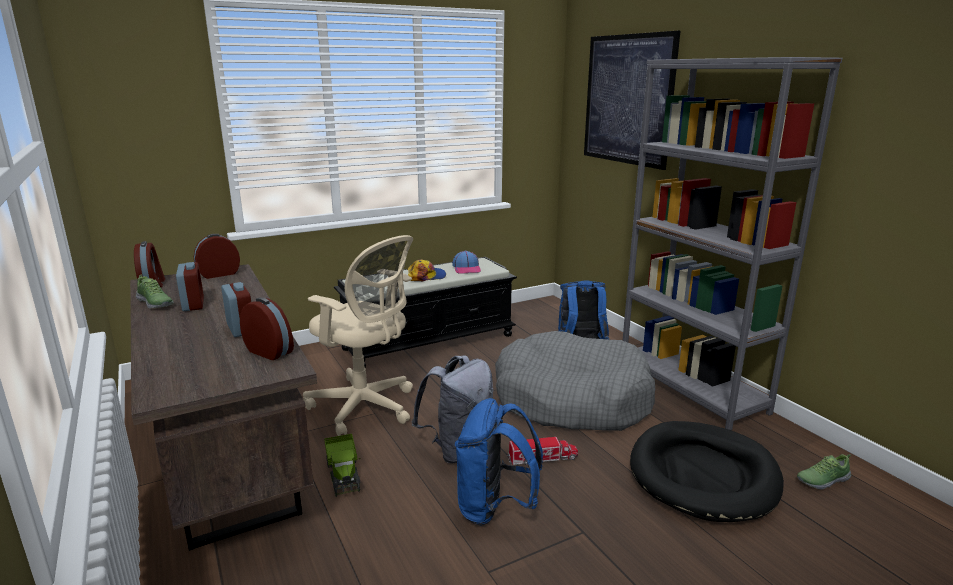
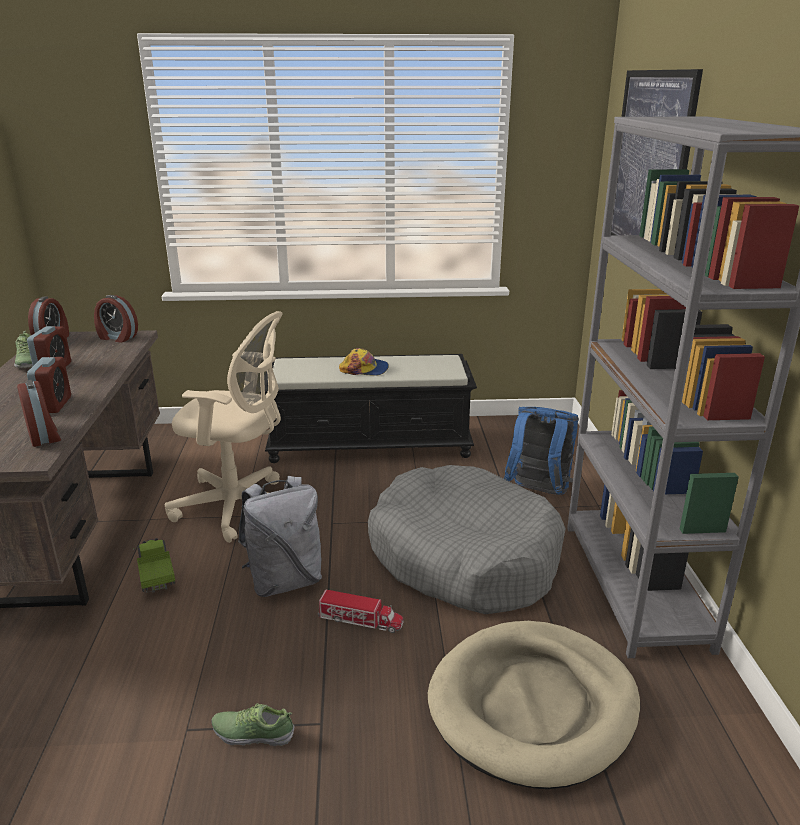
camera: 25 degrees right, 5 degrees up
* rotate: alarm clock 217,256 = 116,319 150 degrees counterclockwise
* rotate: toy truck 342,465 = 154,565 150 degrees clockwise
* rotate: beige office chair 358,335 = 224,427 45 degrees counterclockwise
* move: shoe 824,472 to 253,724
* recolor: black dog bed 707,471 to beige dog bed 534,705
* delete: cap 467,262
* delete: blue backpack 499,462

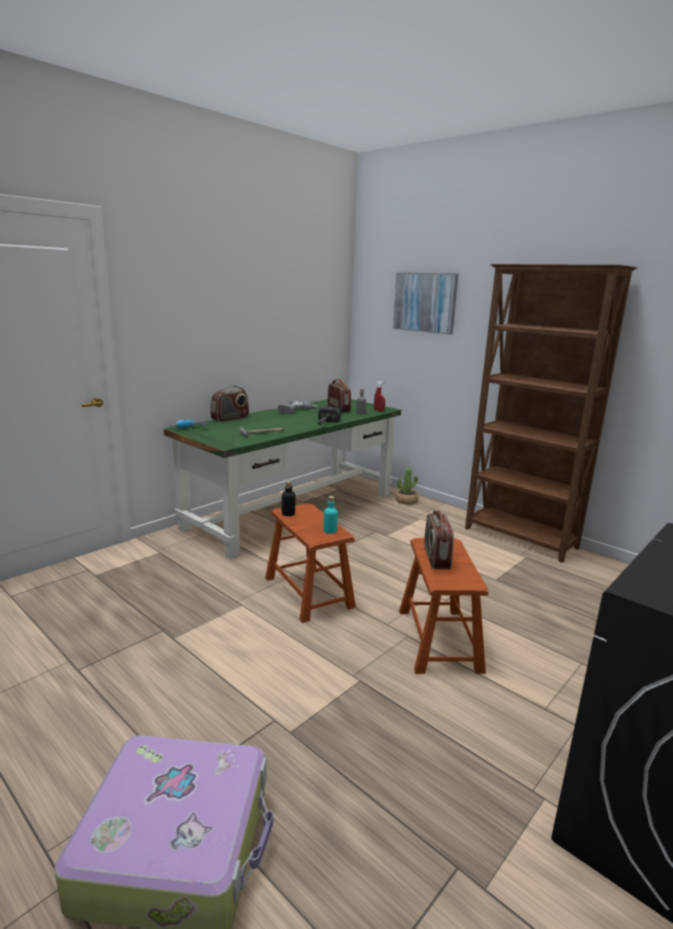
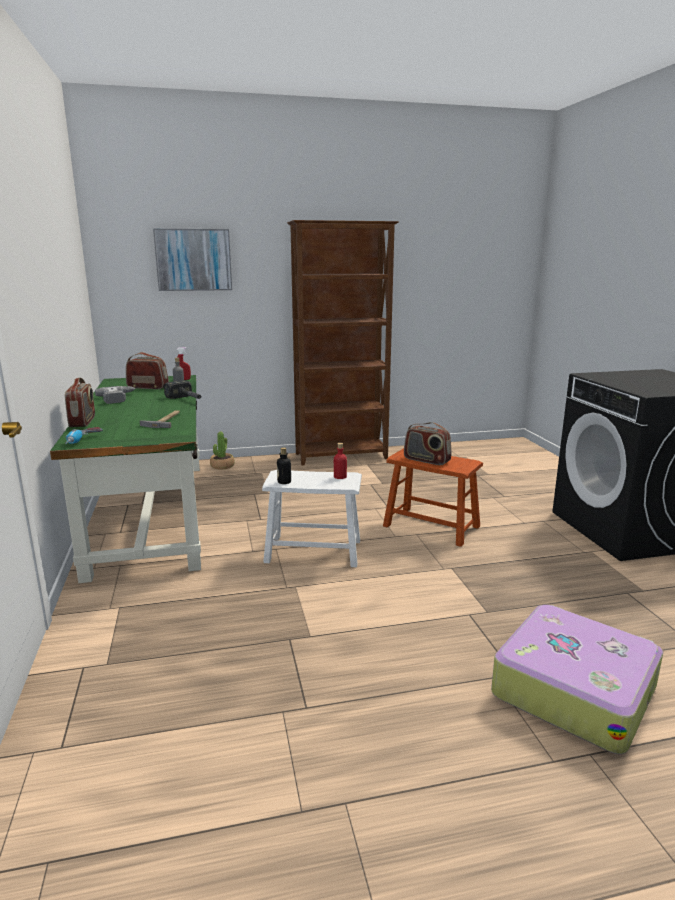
camera: 55 degrees left, 0 degrees up
* recolor: brown stool 310,563 to white stool 312,518
* recolor: turquoise bottle 330,515 to red bottle 340,461

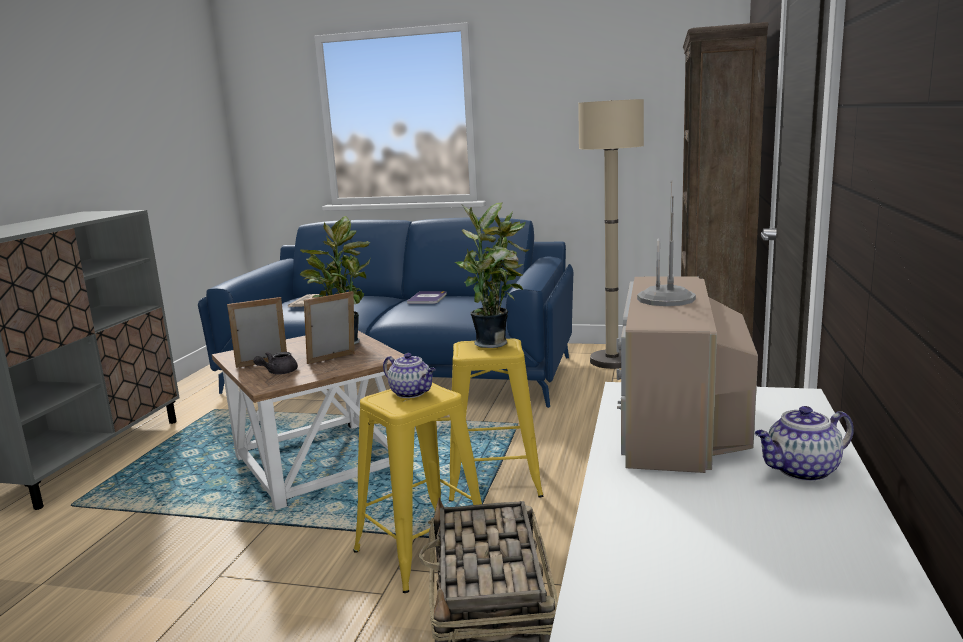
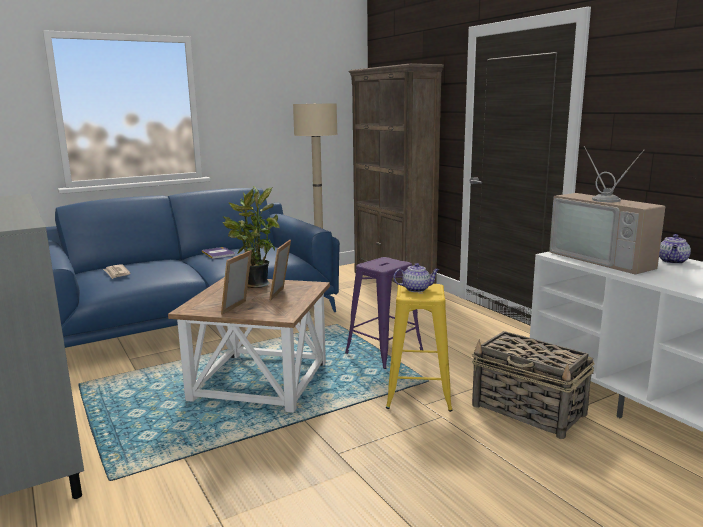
camera: 45 degrees left, 0 degrees up
* recolor: yellow stool 496,420 to purple stool 384,313
* delete: grey teapot 275,363
* delete: potted plant 492,275

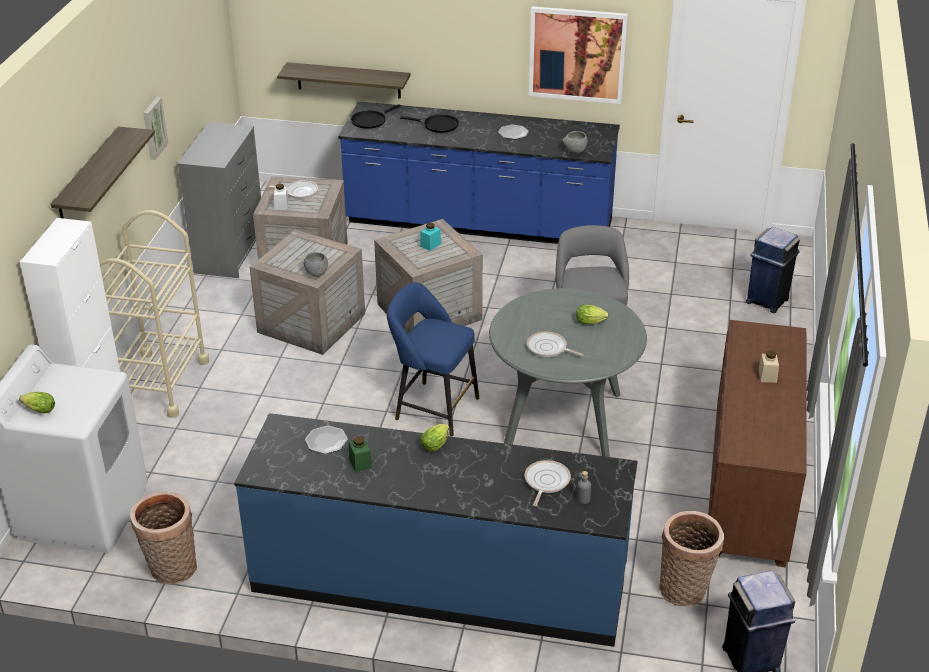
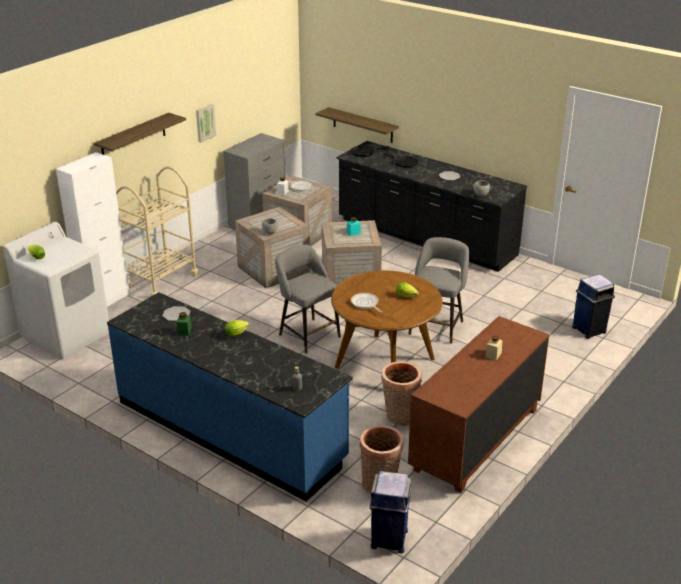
camera: 25 degrees right, 5 degrees down
* recolor: blue stool 433,359 to grey stool 308,299
* recolor: grey dining table 568,372 to brown dining table 387,319
* recolor: blue counter 479,172 to black counter 432,206
* move: basket 163,537 to 401,393
* delete: frying pan 548,483
* delete: picture 578,55

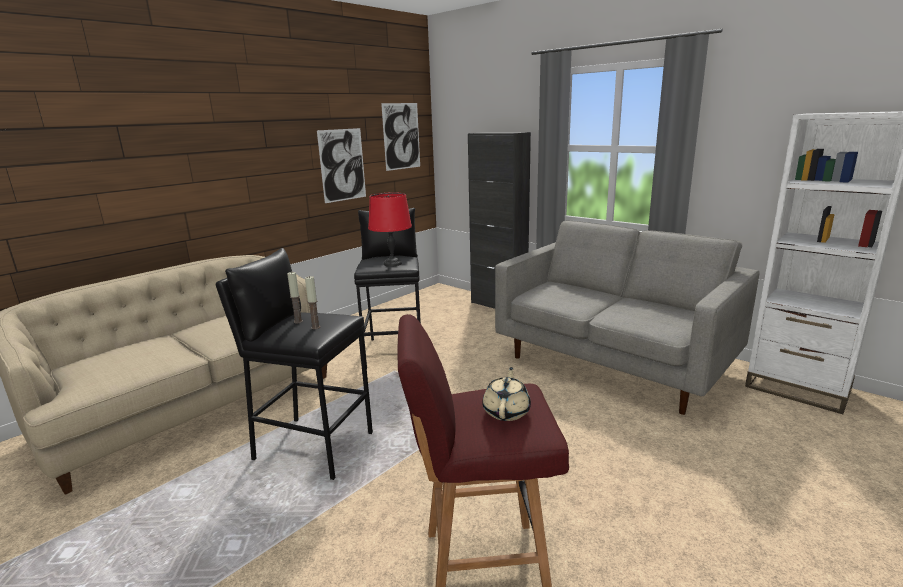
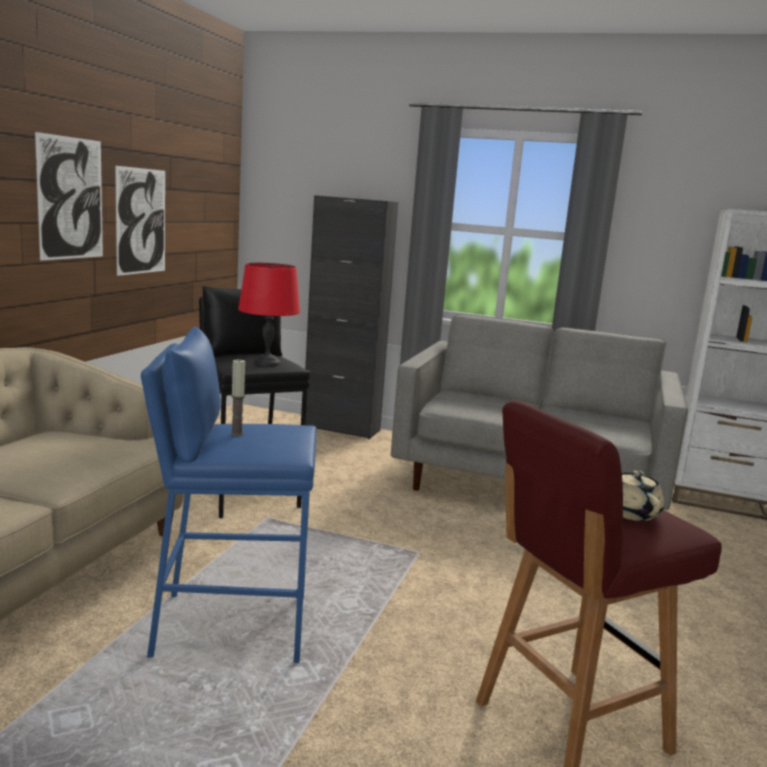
camera: 25 degrees left, 5 degrees down
* move: picture 400,137 to 69,196
* recolor: black stool 294,364 to blue stool 229,495
* delete: candle 312,302

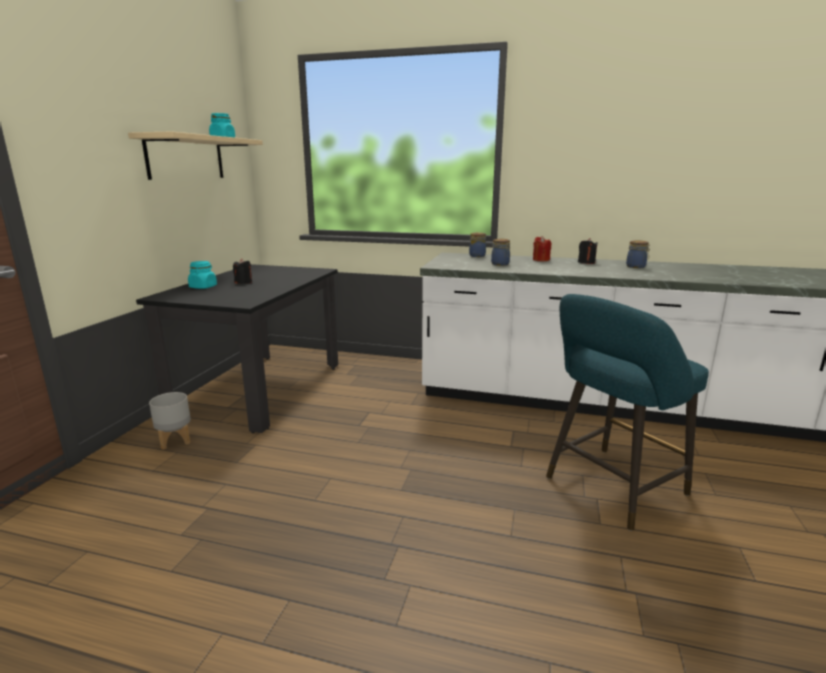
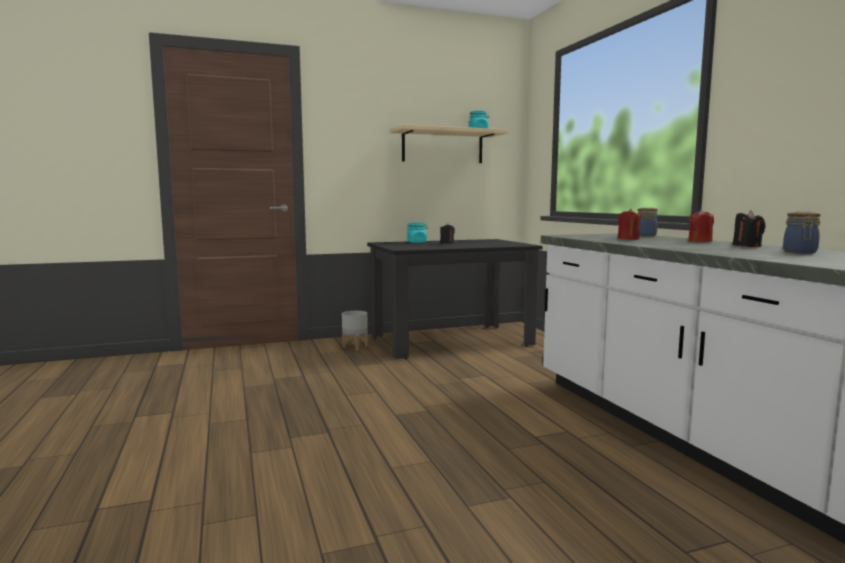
camera: 55 degrees right, 10 degrees down
* replace: jar 500,252 to red candle 629,224
* delete: turquoise stool 627,412

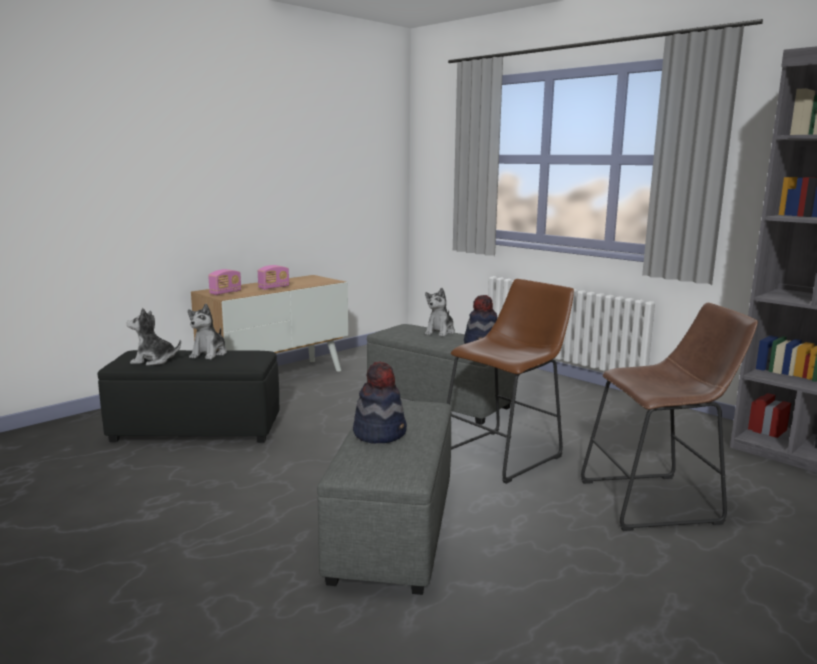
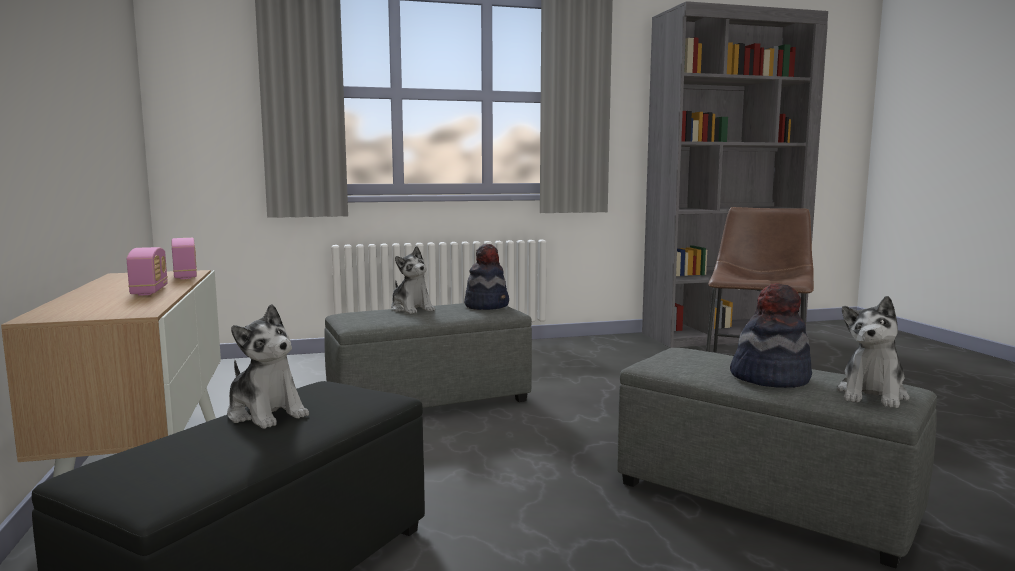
camera: 60 degrees left, 5 degrees down
* move: radio 224,282 to 184,258
* move: plush toy 154,337 to 873,352
* delete: brown stool 510,381

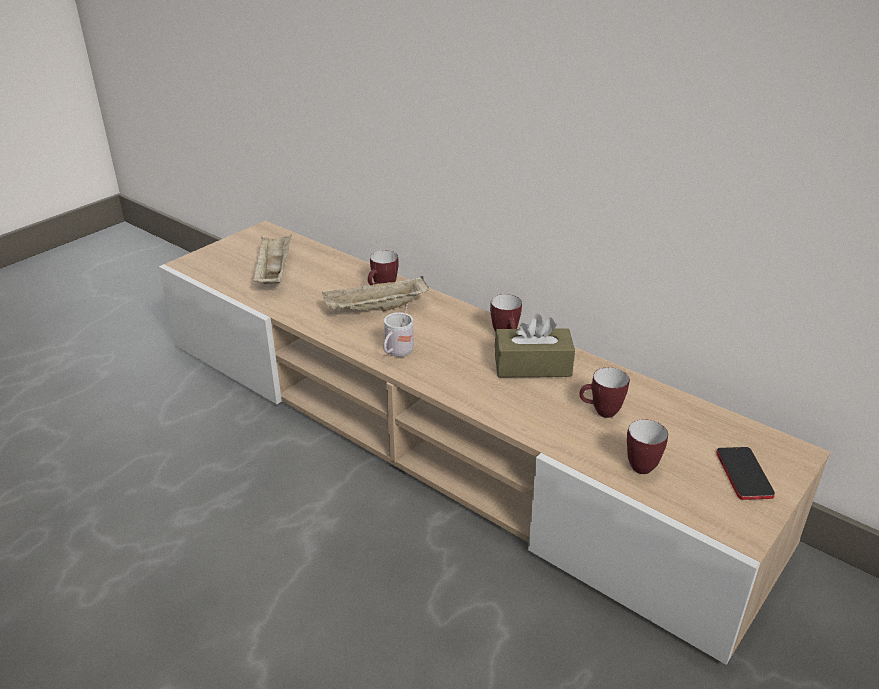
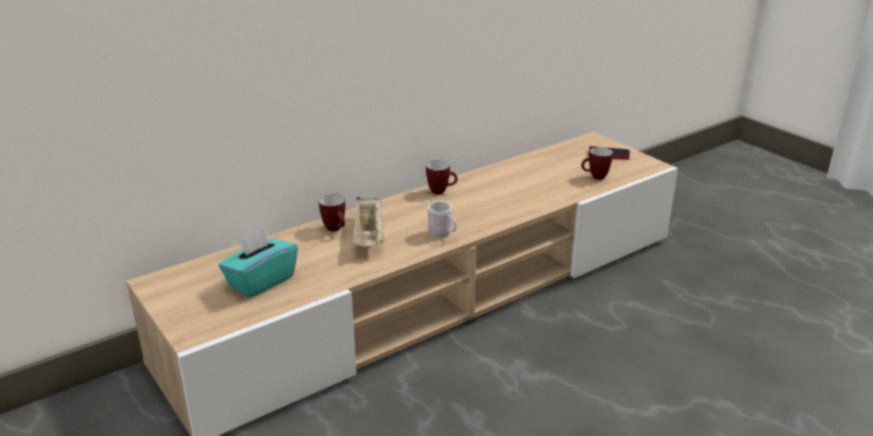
camera: 75 degrees left, 5 degrees down
* replace: beige tray 272,259 to turquoise tissue box 258,263
* delete: brown tissue box 535,345
* delete: mug 604,392

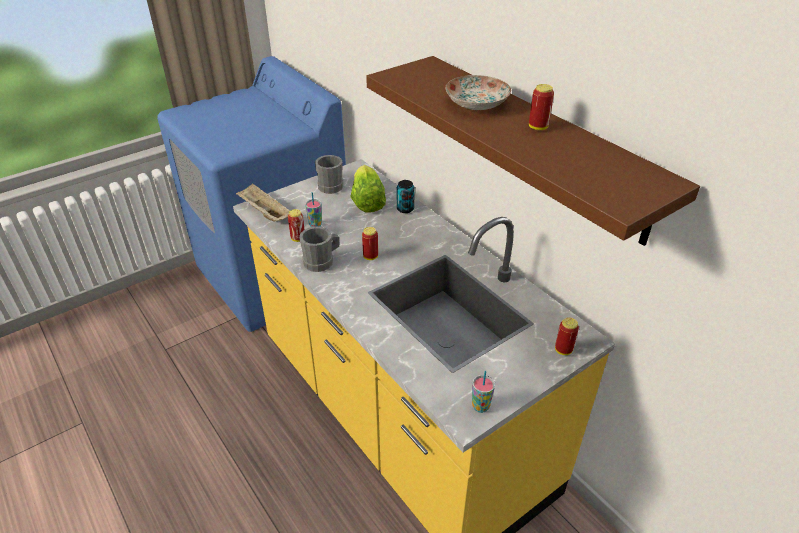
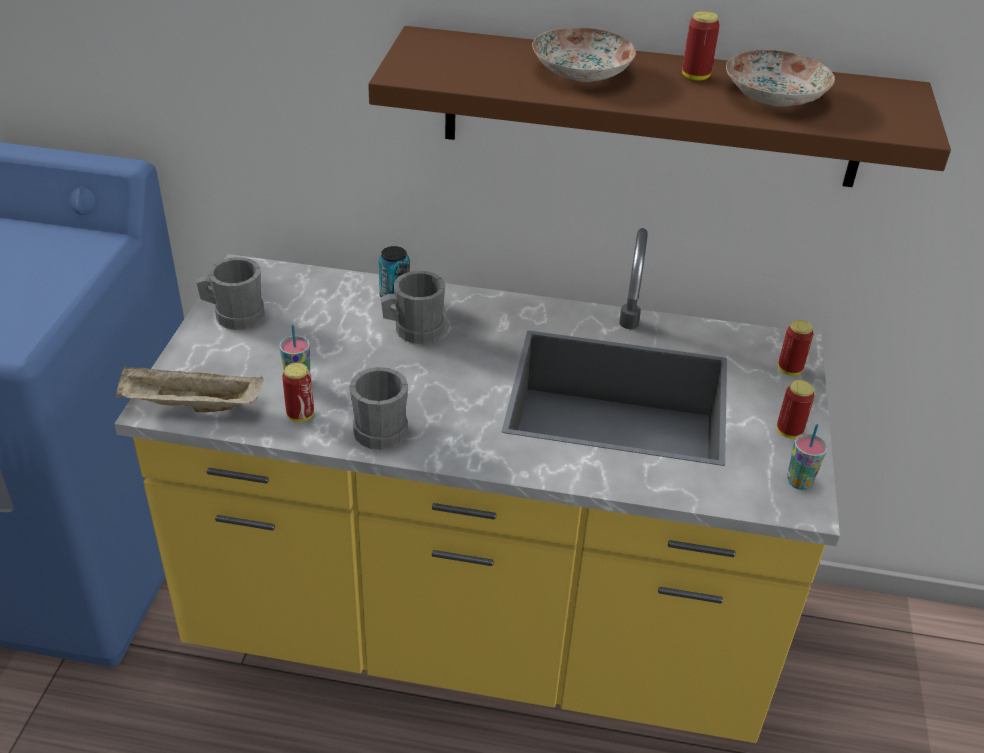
camera: 45 degrees left, 0 degrees up
* insert: grey mug 413,307
* insert: plate 780,78
* move: can 370,243 to 796,409
* delete: lettuce 368,189

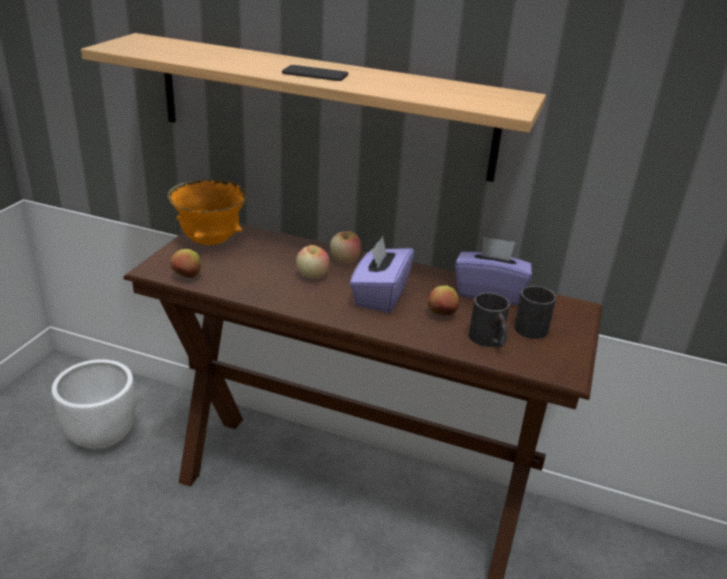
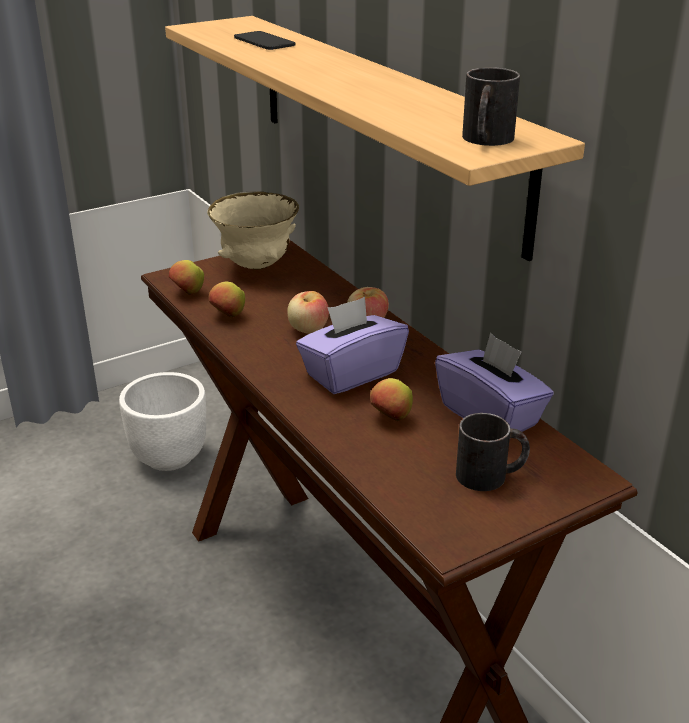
camera: 40 degrees right, 0 degrees up
* recolor: orange bowl 207,212 to beige bowl 253,230
* insert: apple 226,299
* move: phone 315,73 to 264,40
* move: black mug 489,320 to 491,106

